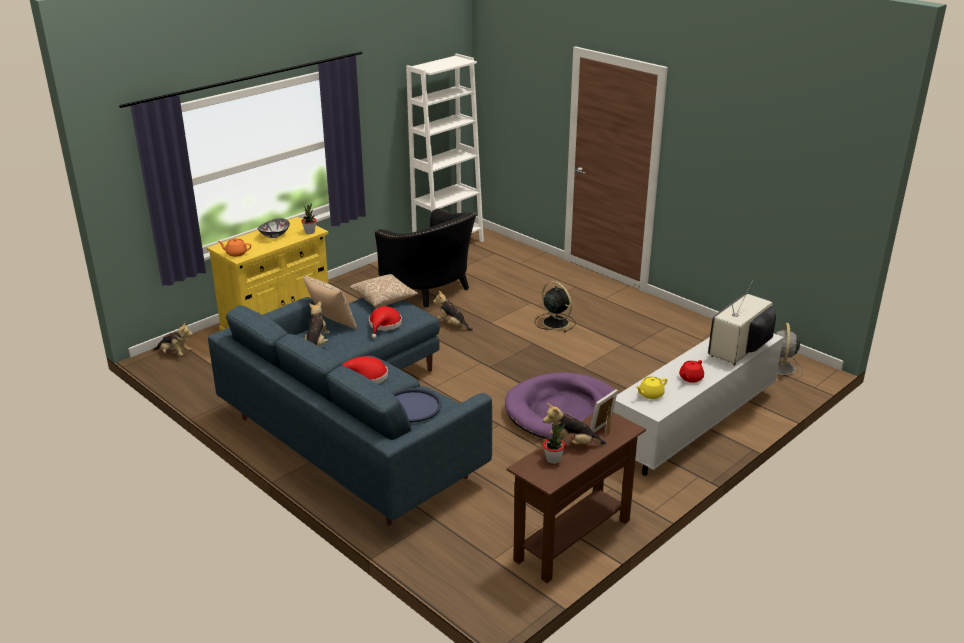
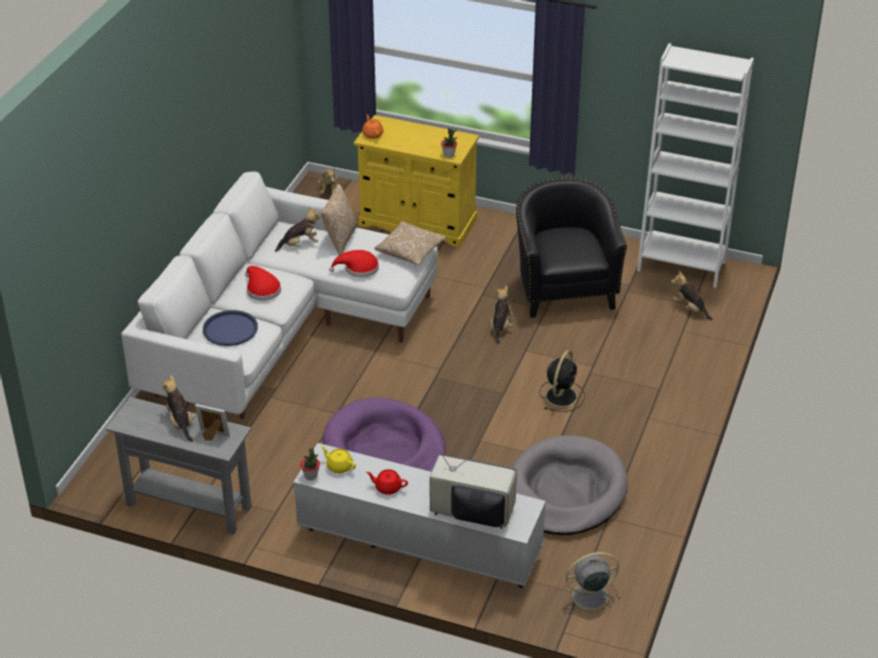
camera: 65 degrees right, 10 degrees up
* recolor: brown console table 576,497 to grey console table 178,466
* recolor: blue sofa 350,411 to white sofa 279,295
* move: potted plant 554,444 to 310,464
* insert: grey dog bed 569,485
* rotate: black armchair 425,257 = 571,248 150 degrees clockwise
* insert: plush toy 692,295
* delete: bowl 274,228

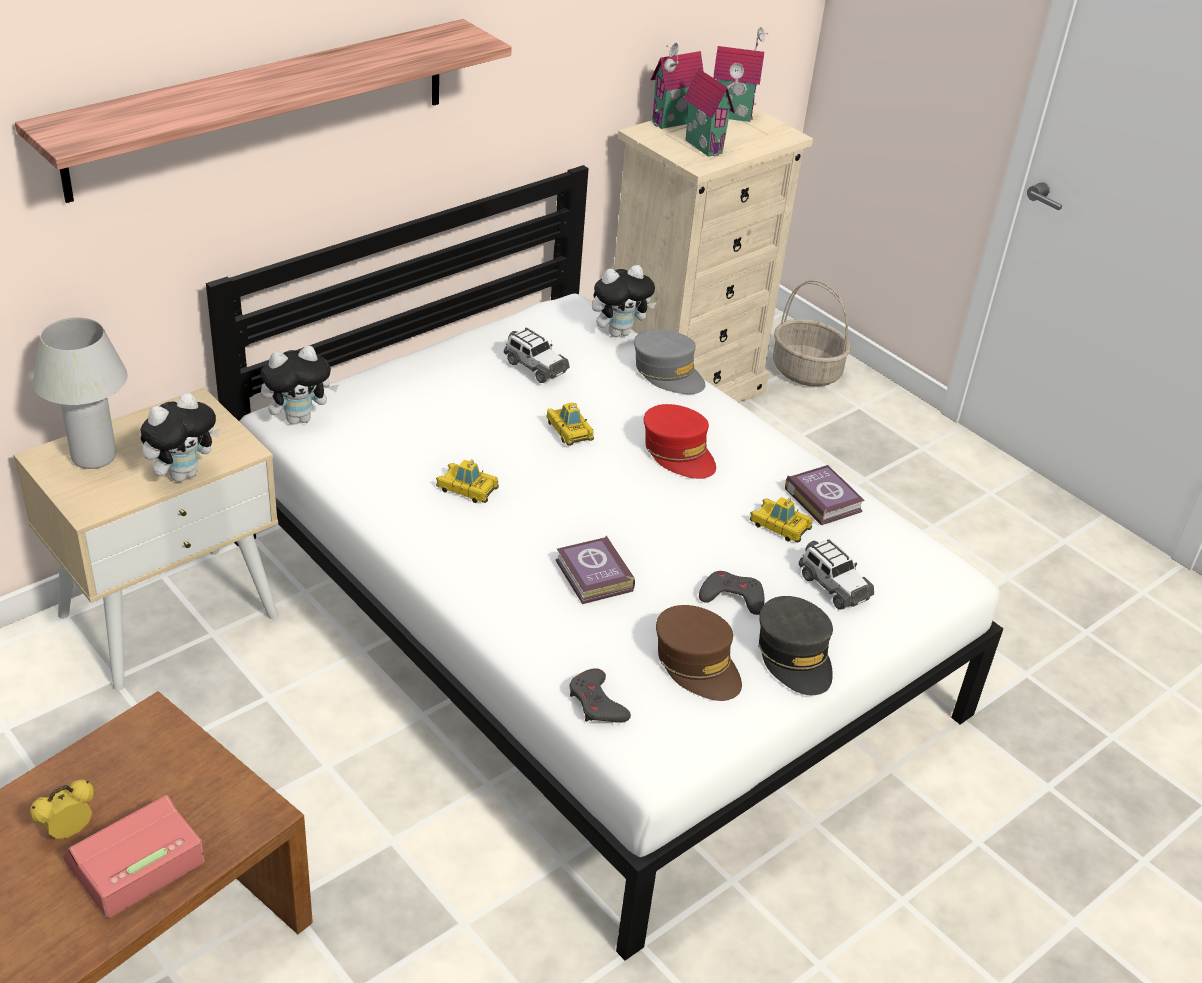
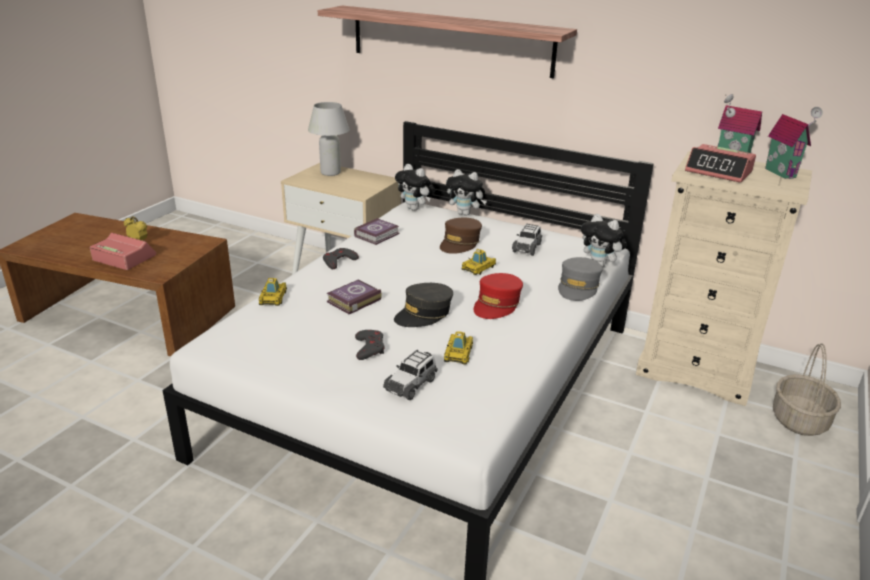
camera: 70 degrees right, 10 degrees down
* move: toy car 467,481 to 273,292
* move: grey game controller 600,696 to 341,258
* move: book 825,495 to 376,231
* move: grey cap 795,645 to 423,305
* move: brown cap 699,653 to 461,236
* move: plush toy 180,437 to 466,192
* replace: toy house 714,110 to alarm clock 720,163

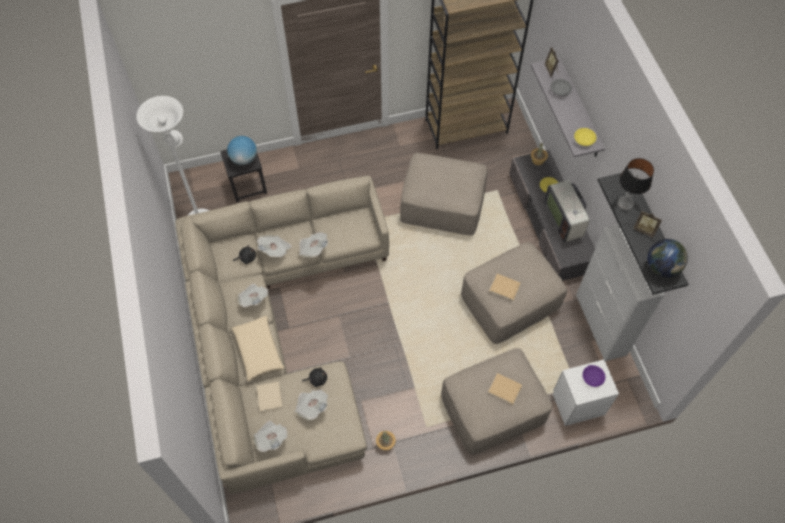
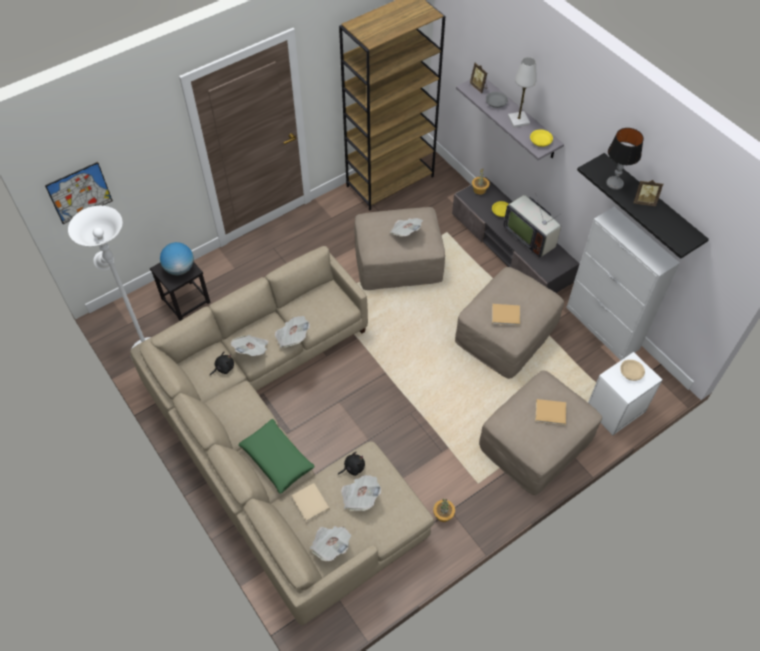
camera: 20 degrees left, 5 degrees down
* insert: picture 79,193
* recolor: beige pillow 257,348 to green pillow 277,456
* move: newspaper 252,295 to 406,227
* insert: white table lamp 522,92
* recolor: purple bowl 594,376 to beige bowl 632,370
* delete: globe 667,258

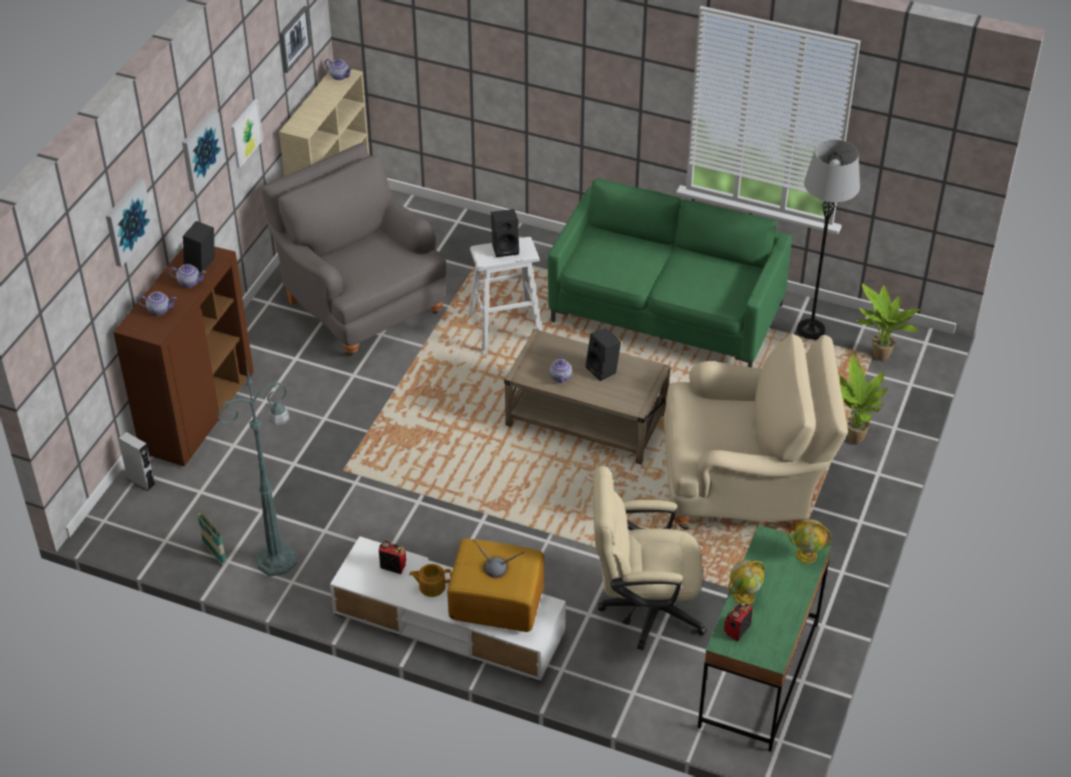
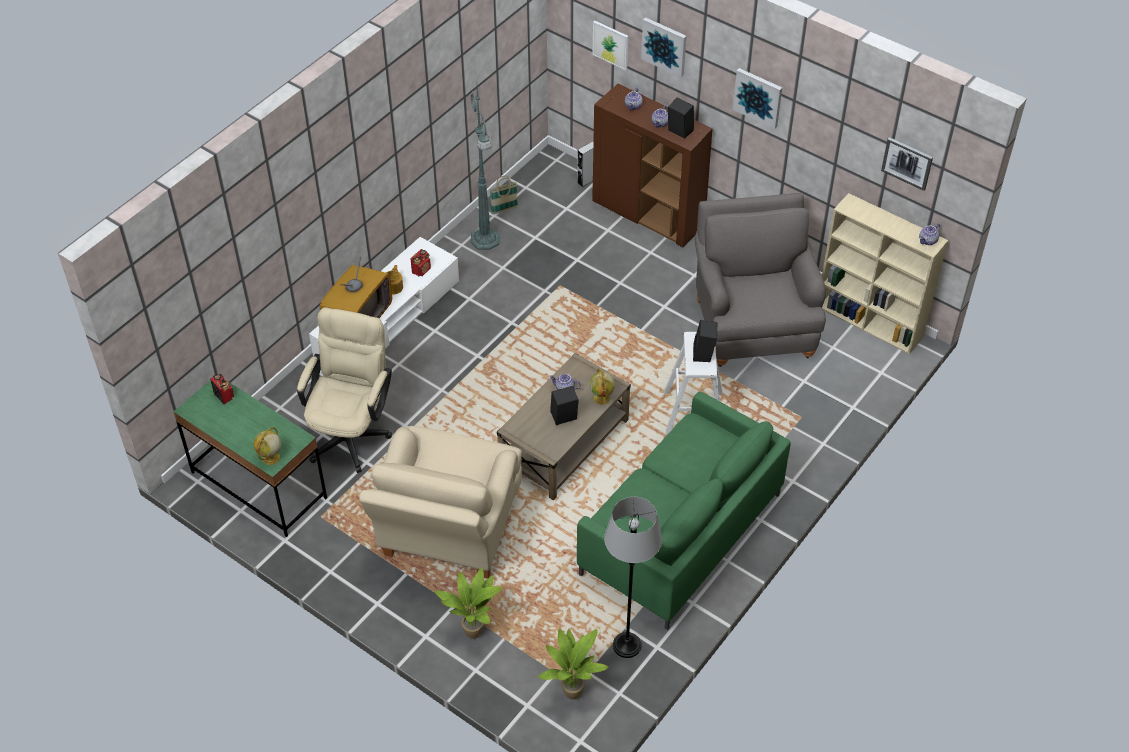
camera: 105 degrees right, 5 degrees up
* move: globe 746,582 to 602,386
* move: picture 247,133 to 610,45
* rotate: grey armchair 353,249 = 760,280 75 degrees counterclockwise

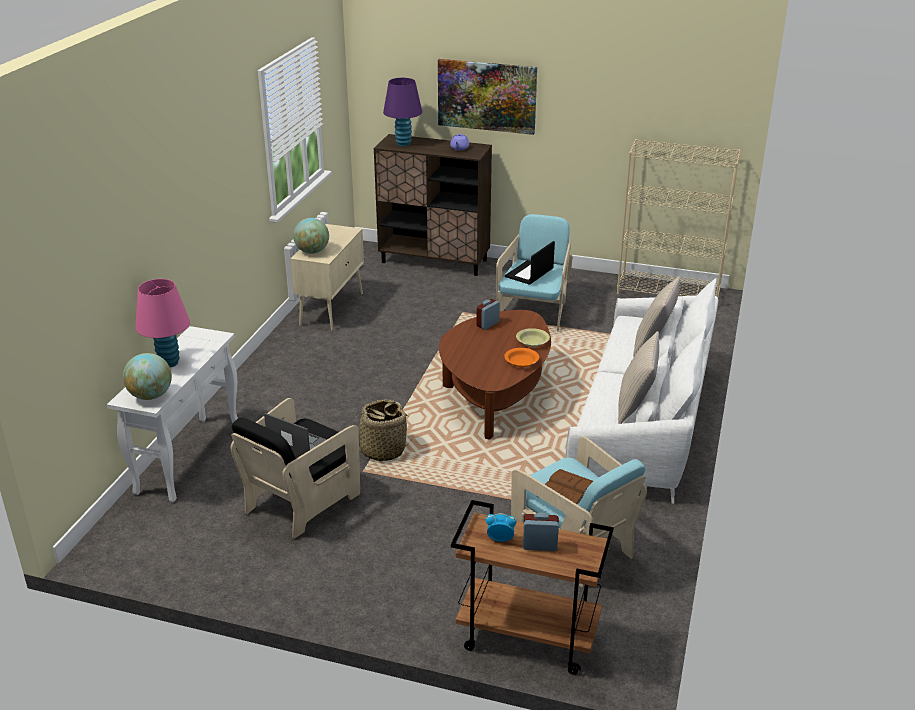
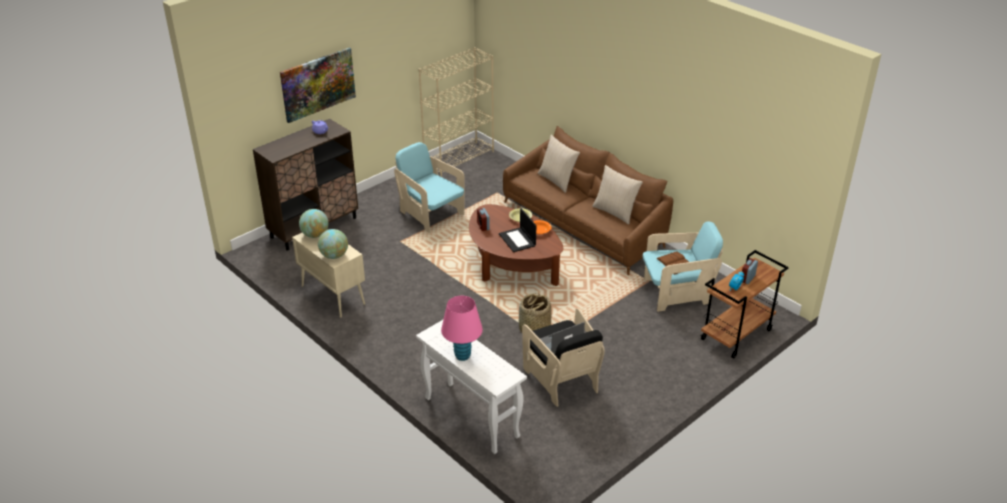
camera: 60 degrees left, 5 degrees up
* move: globe 147,376 to 314,223
* move: laptop 530,263 to 517,230
* recolor: white sofa 642,391 to brown sofa 588,200
* delete: purple table lamp 402,112

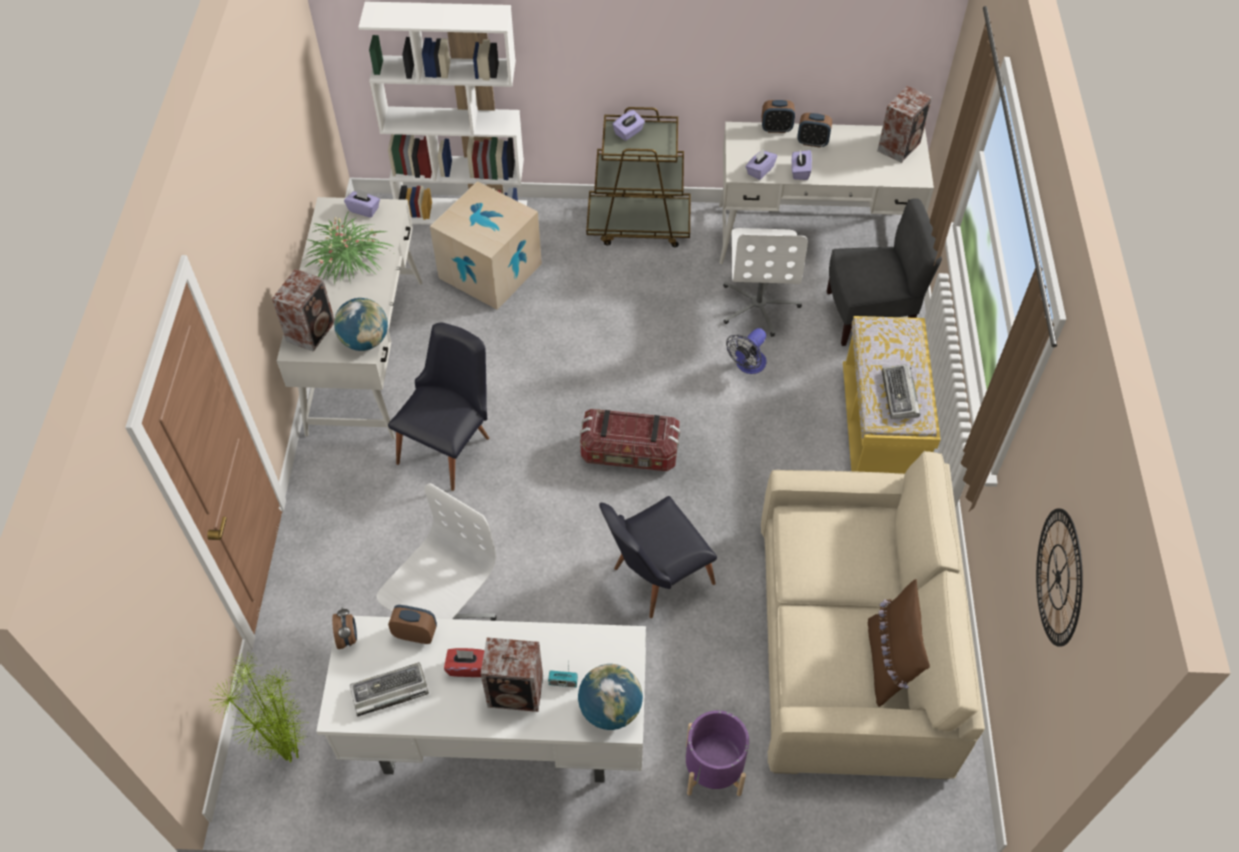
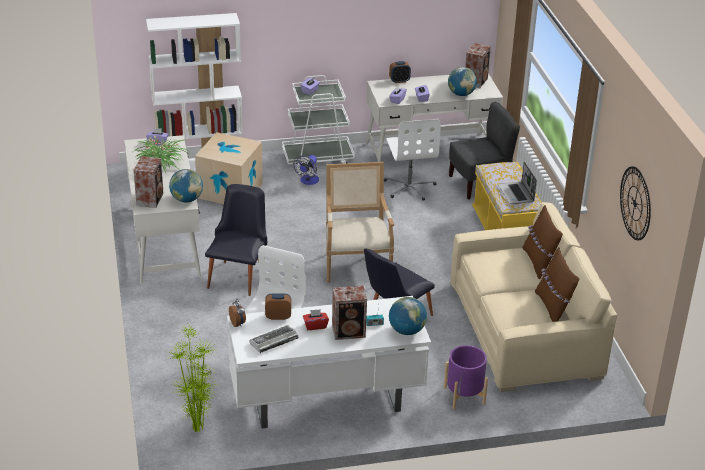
camera: 15 degrees left, 20 degrees down
* recolor: brown cart 638,177 to white cart 318,120
* move: fan 746,351 to 306,170
* replace: storage box 630,440 to armchair 360,222
* insert: globe 462,81
* replace: keyboard 901,391 to laptop 517,183
* insert: brown pillow 542,242
* delete: alarm clock 814,130

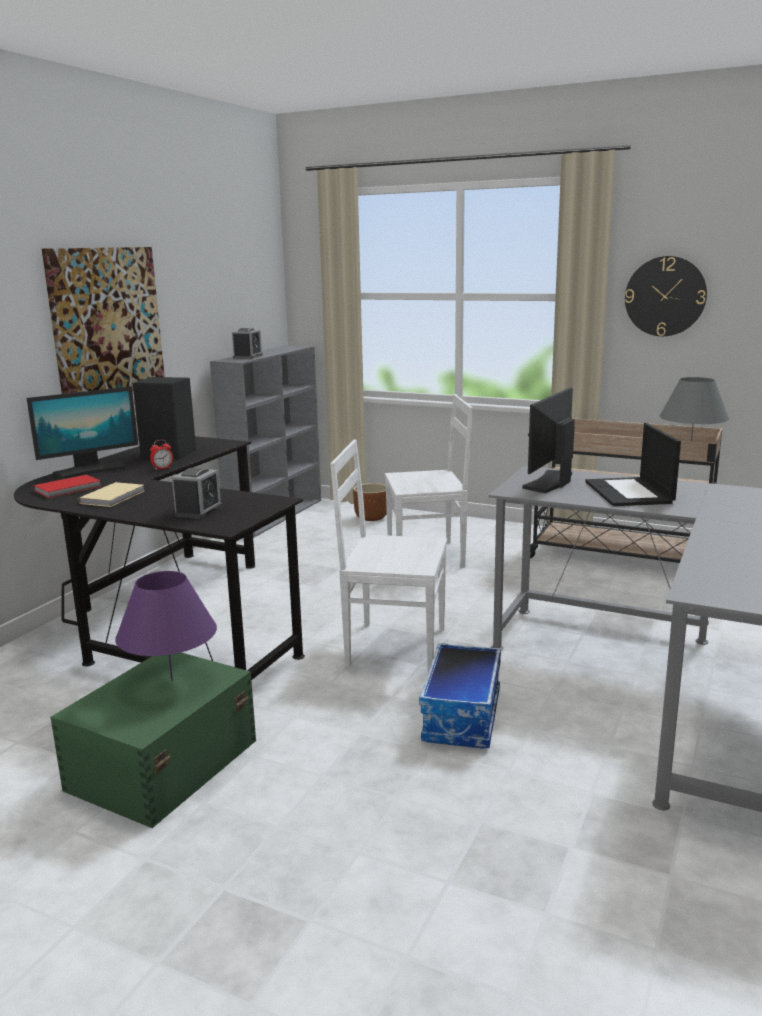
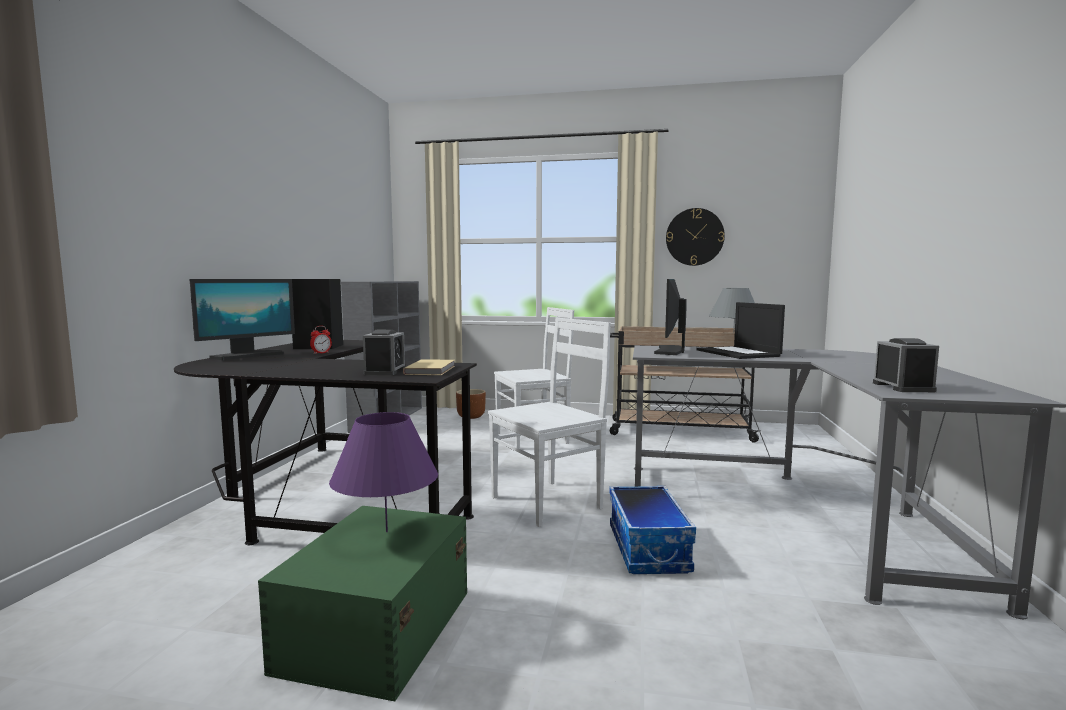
camera: 15 degrees left, 10 degrees down
* move: beige book 111,494 to 429,367
* rotate: white chair 388,556 = 549,422 150 degrees clockwise
* move: alarm clock 247,343 to 906,365
* delete: red book 67,486
* delete: picture 103,320

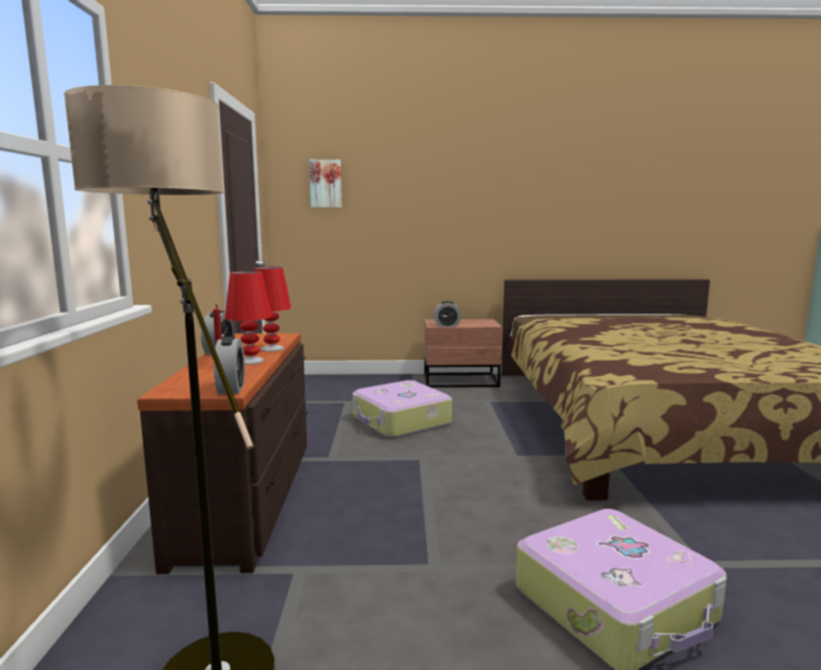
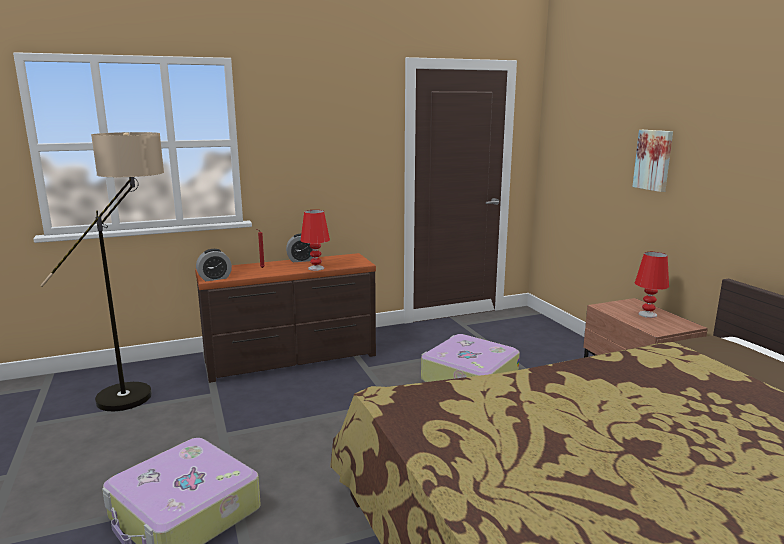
camera: 70 degrees right, 5 degrees up
* move: picture 325,183 to 652,161
* move: red table lamp 248,318 to 652,285
* delete: alarm clock 447,314

